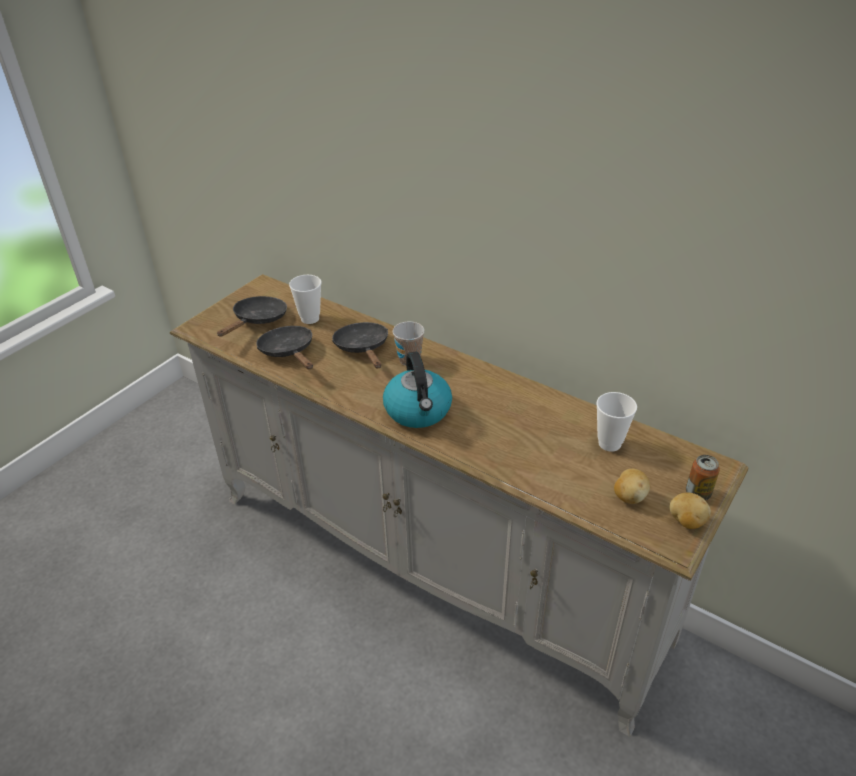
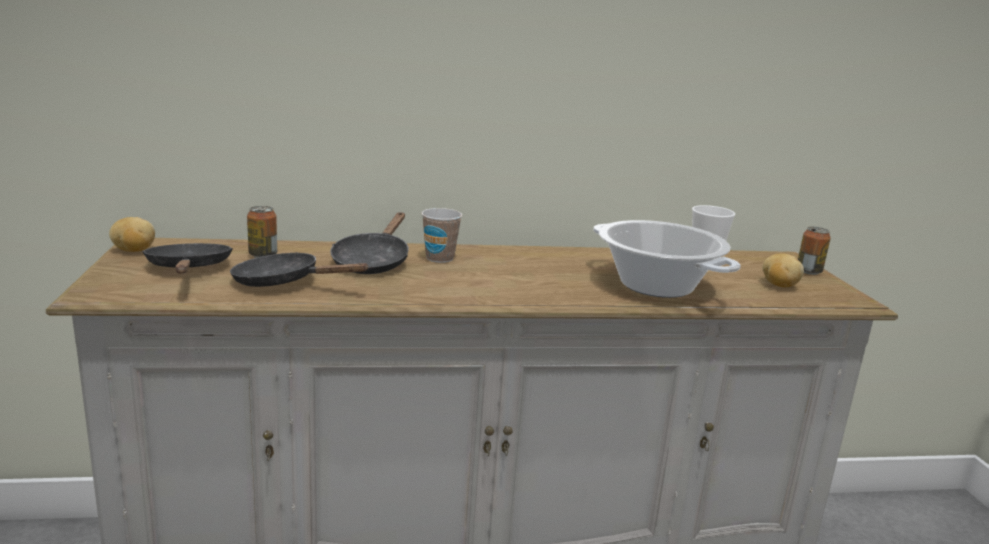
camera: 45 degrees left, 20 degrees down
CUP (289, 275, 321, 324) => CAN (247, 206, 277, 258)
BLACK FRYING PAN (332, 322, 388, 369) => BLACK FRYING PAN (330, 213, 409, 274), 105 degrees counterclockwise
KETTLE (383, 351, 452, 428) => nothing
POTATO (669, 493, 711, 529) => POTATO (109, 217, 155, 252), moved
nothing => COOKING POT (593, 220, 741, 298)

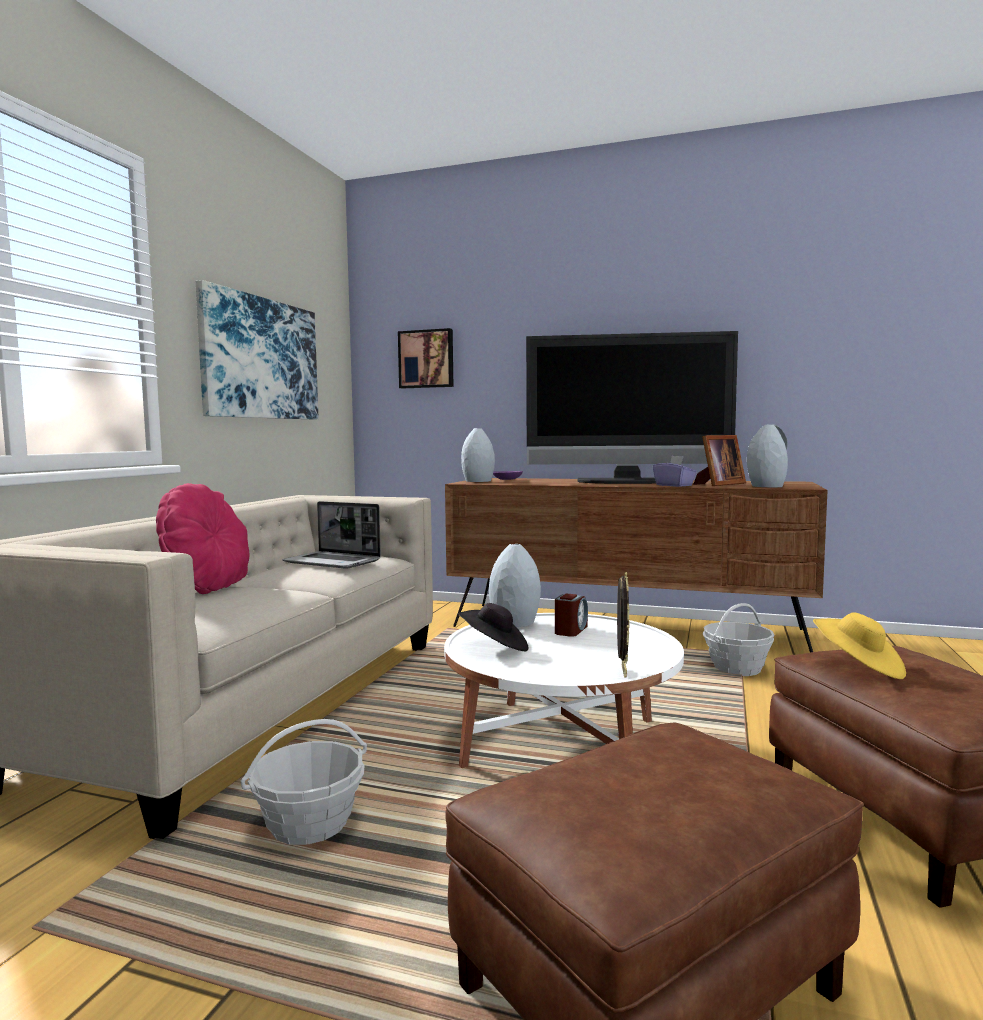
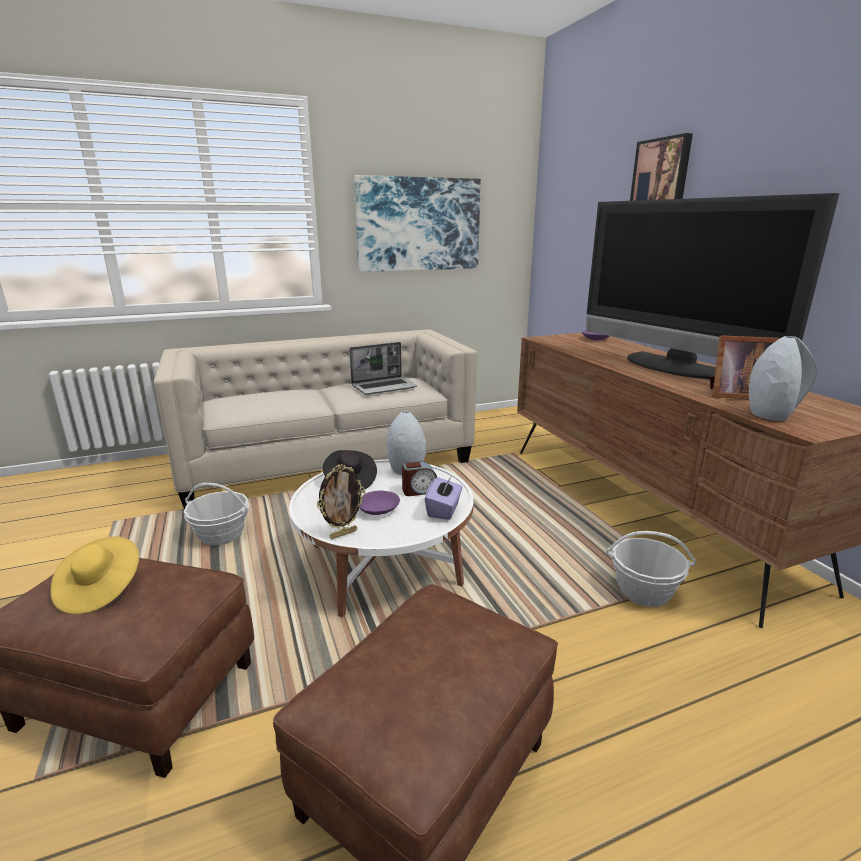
camera: 50 degrees right, 15 degrees up
PICTURE (398, 328, 453, 388) => PICTURE (630, 133, 693, 201), moved
GREY VASE (461, 428, 495, 482) => nothing
PURPLE TISSUE BOX (653, 456, 697, 487) => PURPLE TISSUE BOX (425, 476, 463, 520), moved
PINK PILLOW (156, 483, 249, 594) => nothing
LAPTOP (283, 501, 381, 569) => LAPTOP (349, 342, 417, 395), 105 degrees counterclockwise
YELLOW HAT (813, 612, 906, 679) => YELLOW HAT (51, 536, 139, 614), moved
nothing => PURPLE BOWL (359, 491, 400, 515)

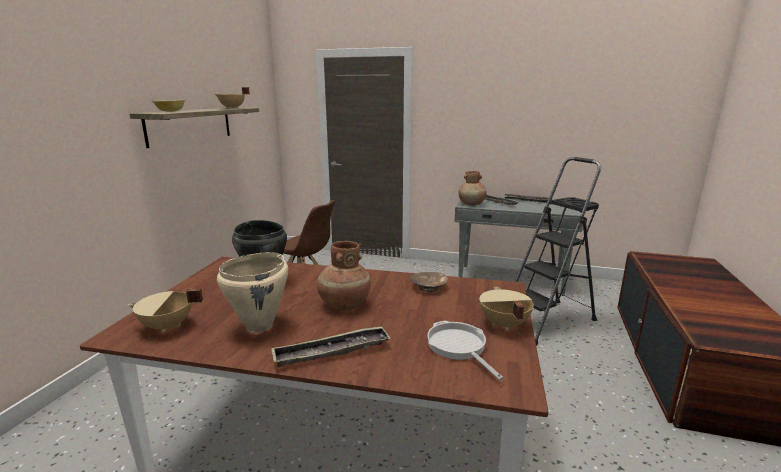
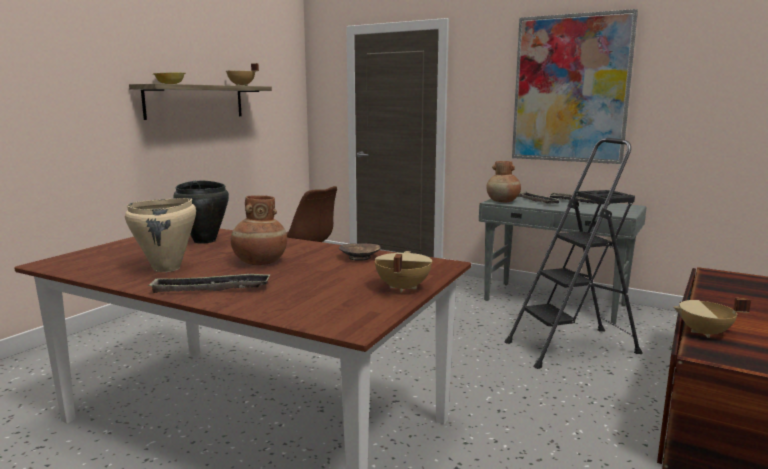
camera: 15 degrees right, 5 degrees down
BEIGE COOKING POT (128, 288, 203, 333) => BEIGE COOKING POT (673, 298, 751, 338), moved
FRYING PAN (427, 321, 503, 380) => nothing
nothing => PICTURE (512, 9, 638, 164)

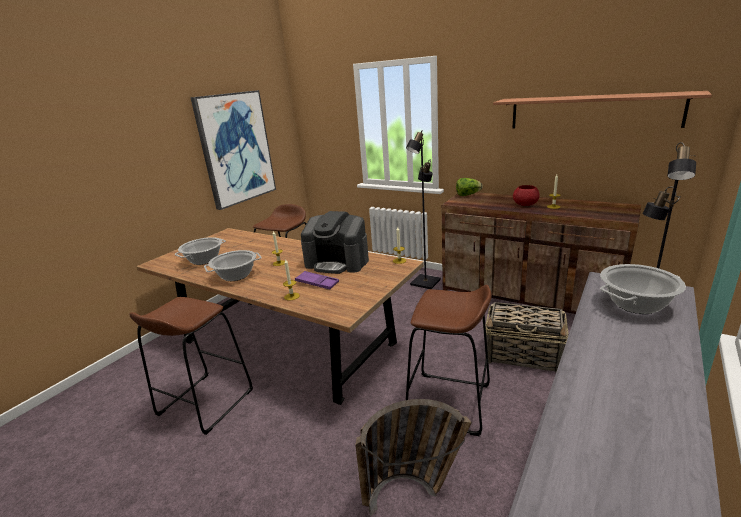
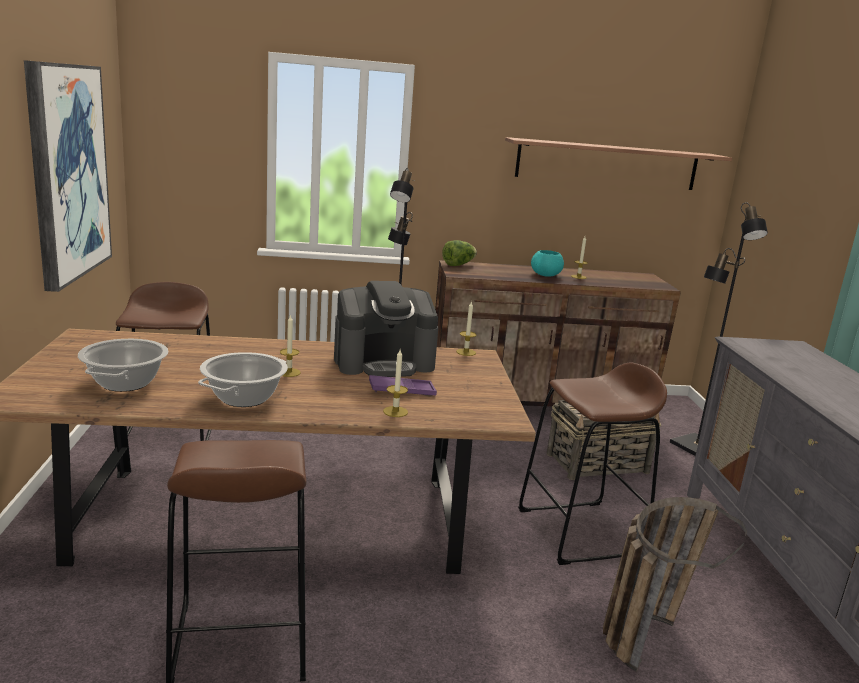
camera: 40 degrees left, 5 degrees down
RED BOWL (513, 185, 540, 206) => TURQUOISE BOWL (531, 250, 564, 277)
COOKING POT (600, 264, 686, 314) => nothing

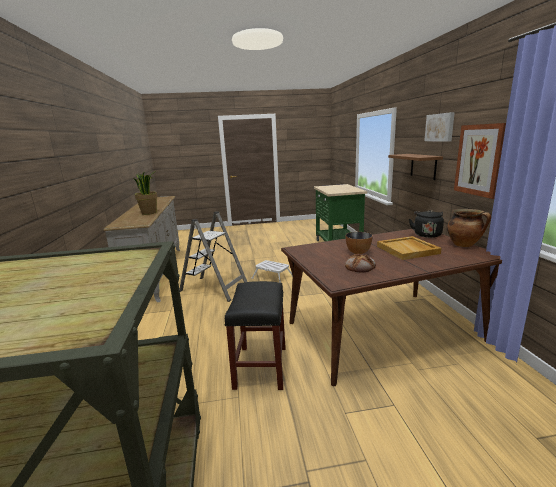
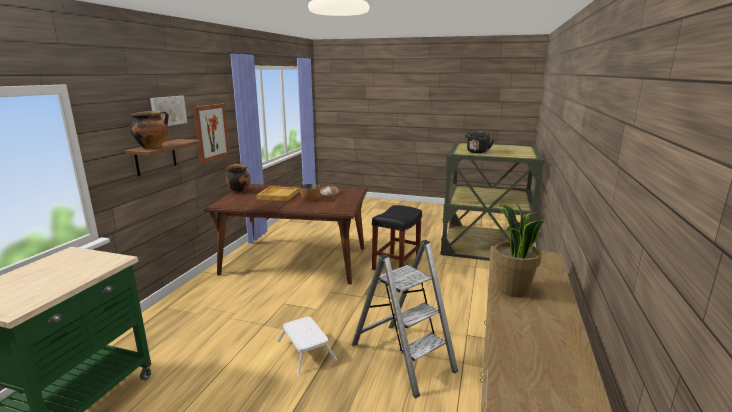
camera: 155 degrees left, 0 degrees up
BLACK KETTLE (409, 210, 444, 238) => BLACK KETTLE (465, 131, 494, 153), moved
nothing => COOKING POT (130, 110, 169, 149)

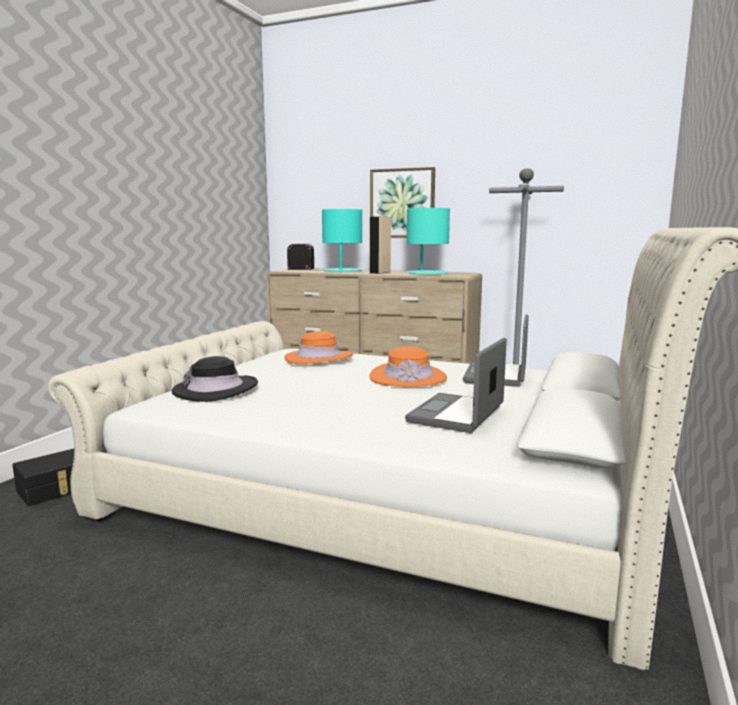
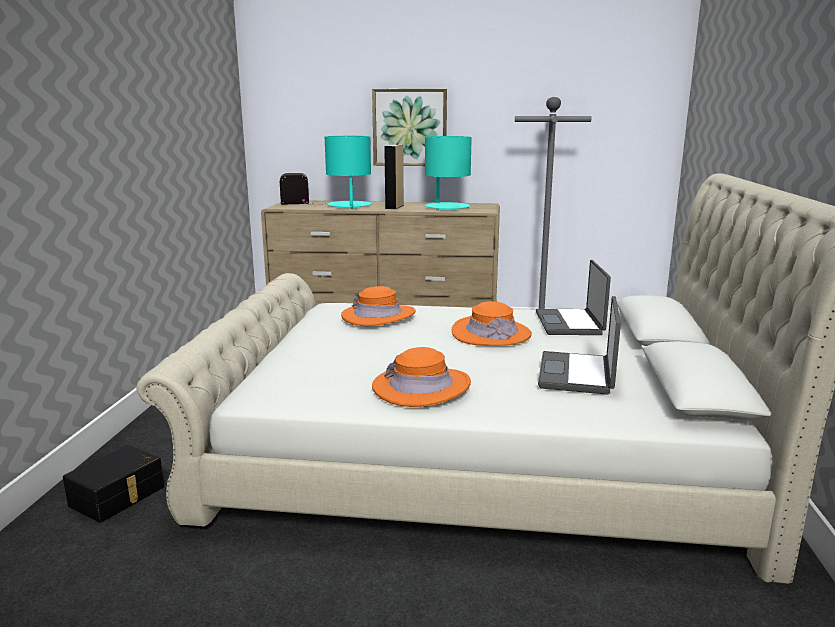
camera: 15 degrees left, 5 degrees up
BLACK HAT (172, 356, 258, 402) => nothing
nothing => ORANGE HAT (372, 347, 471, 407)

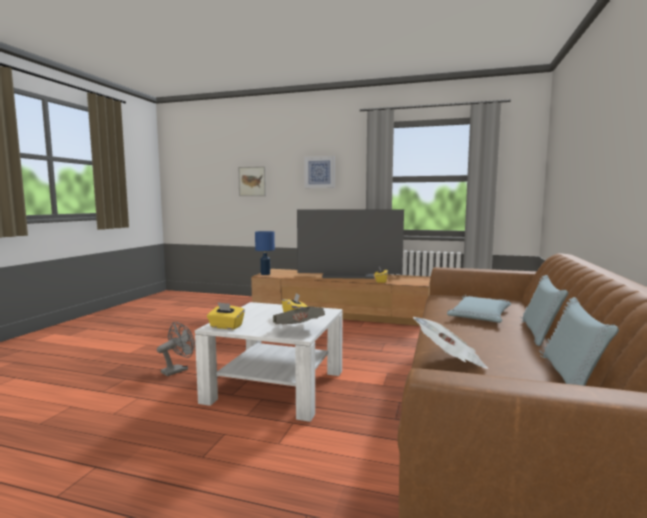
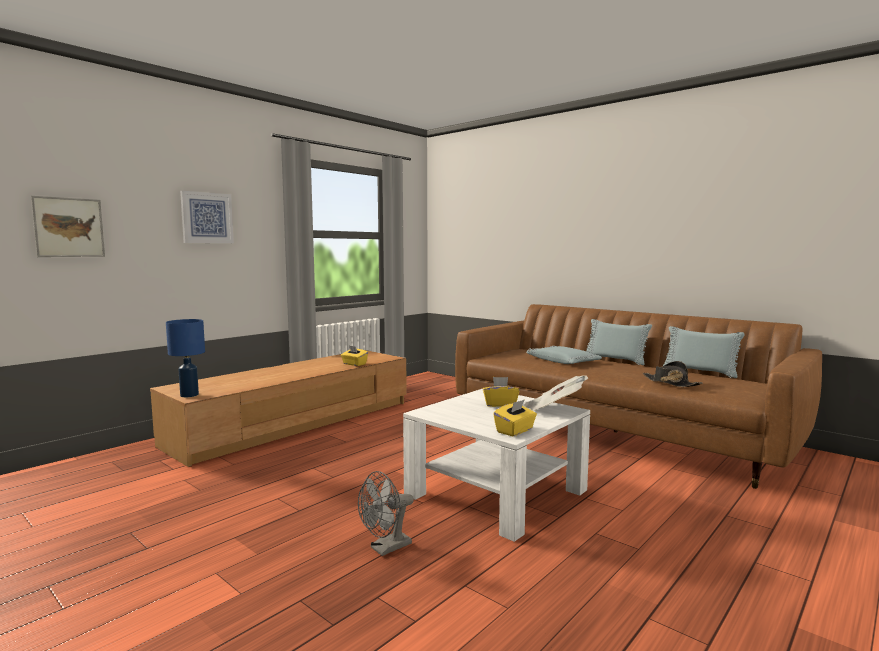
camera: 65 degrees left, 0 degrees up
TELEVISION (297, 209, 404, 279) => nothing
NEWSPAPER (413, 317, 489, 369) => BLACK HAT (643, 361, 703, 387)
GREY FAN (157, 322, 195, 376) => GREY FAN (358, 471, 414, 556), 105 degrees counterclockwise

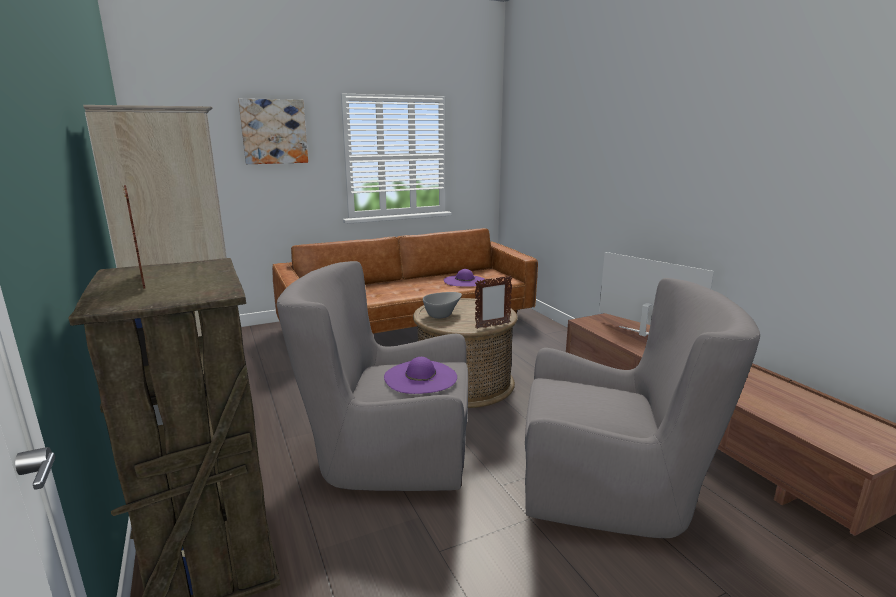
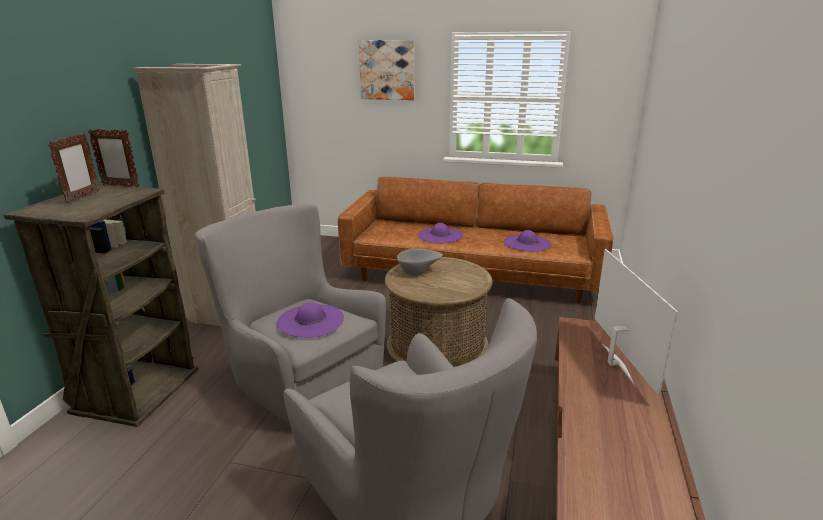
camera: 40 degrees right, 5 degrees up
PICTURE FRAME (475, 275, 512, 329) => PICTURE FRAME (88, 129, 140, 188), moved
nothing => PURPLE HAT (418, 223, 463, 243)

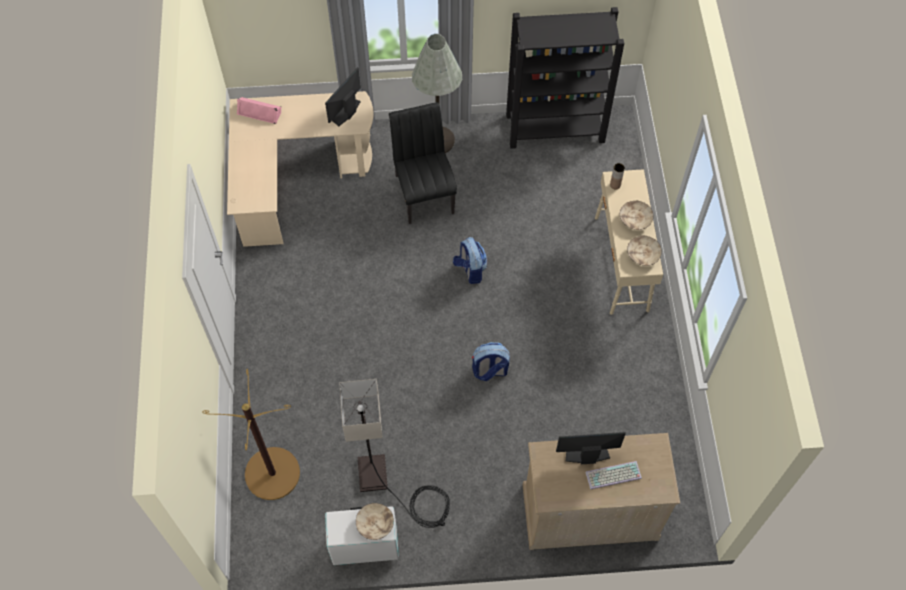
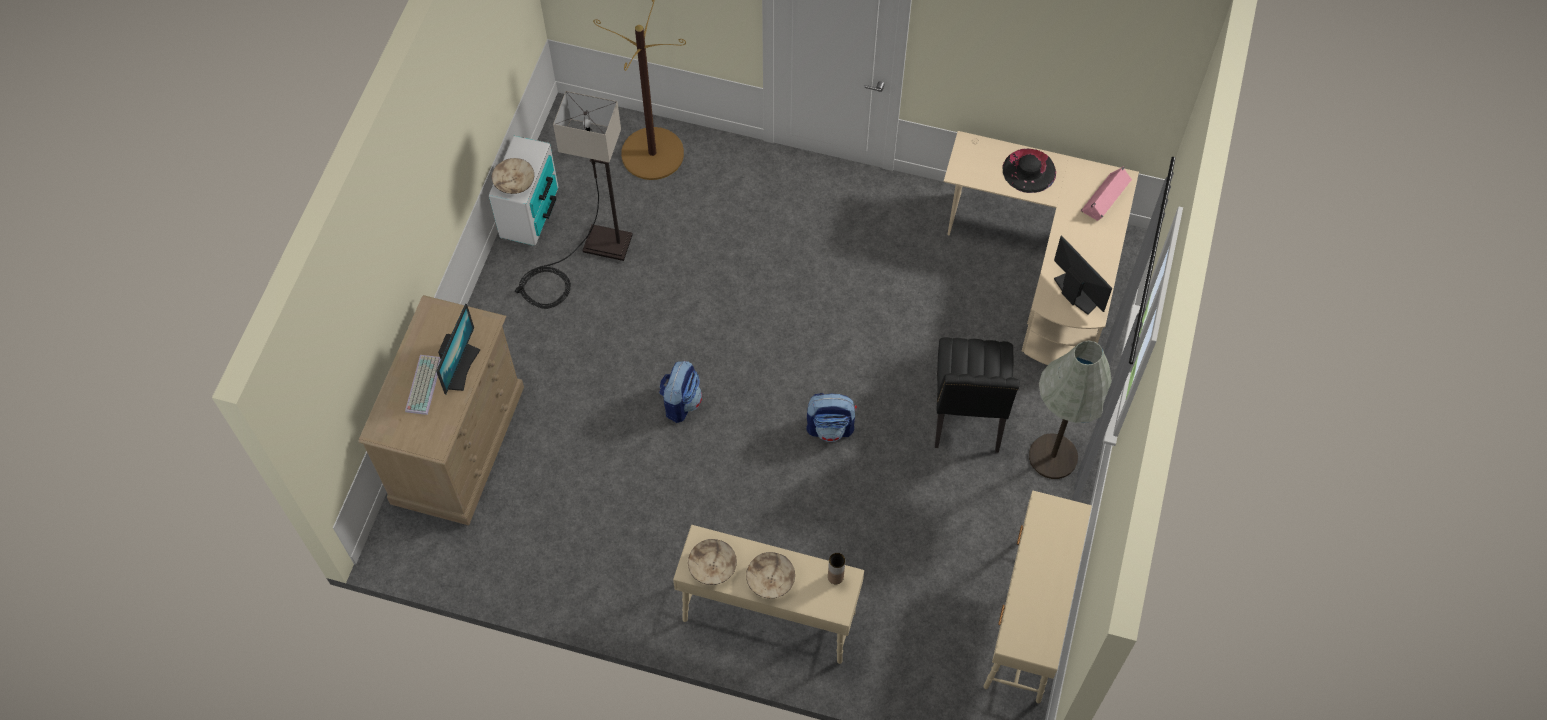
camera: 110 degrees right, 0 degrees up
BLACK BOOKCASE (506, 7, 624, 149) => BEIGE CONSOLE TABLE (983, 490, 1092, 703)
BLACK CHAIR (389, 102, 457, 224) => BLACK CHAIR (935, 337, 1020, 453), 90 degrees clockwise
nothing => BLACK HAT (1002, 149, 1056, 193)

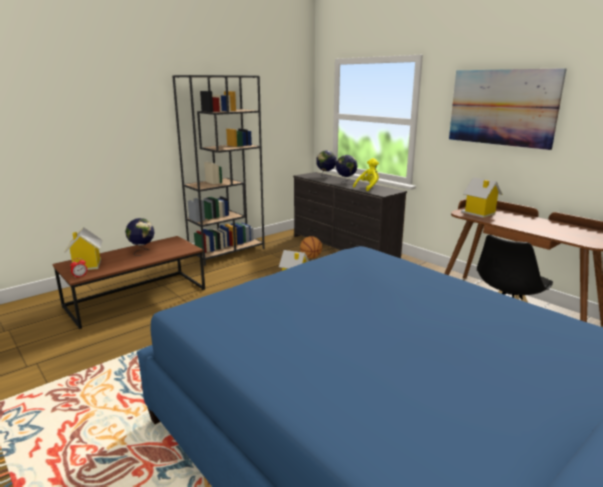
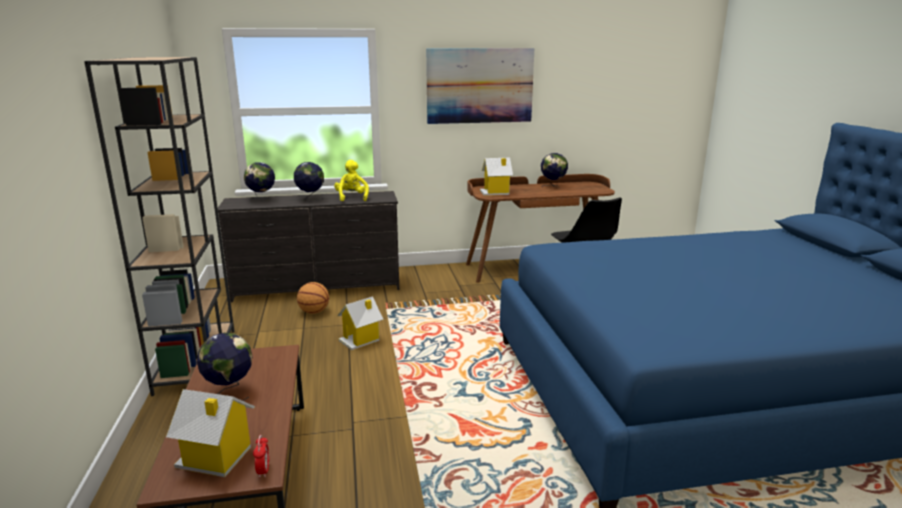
camera: 60 degrees left, 0 degrees up
nothing => GLOBE (541, 153, 568, 187)

